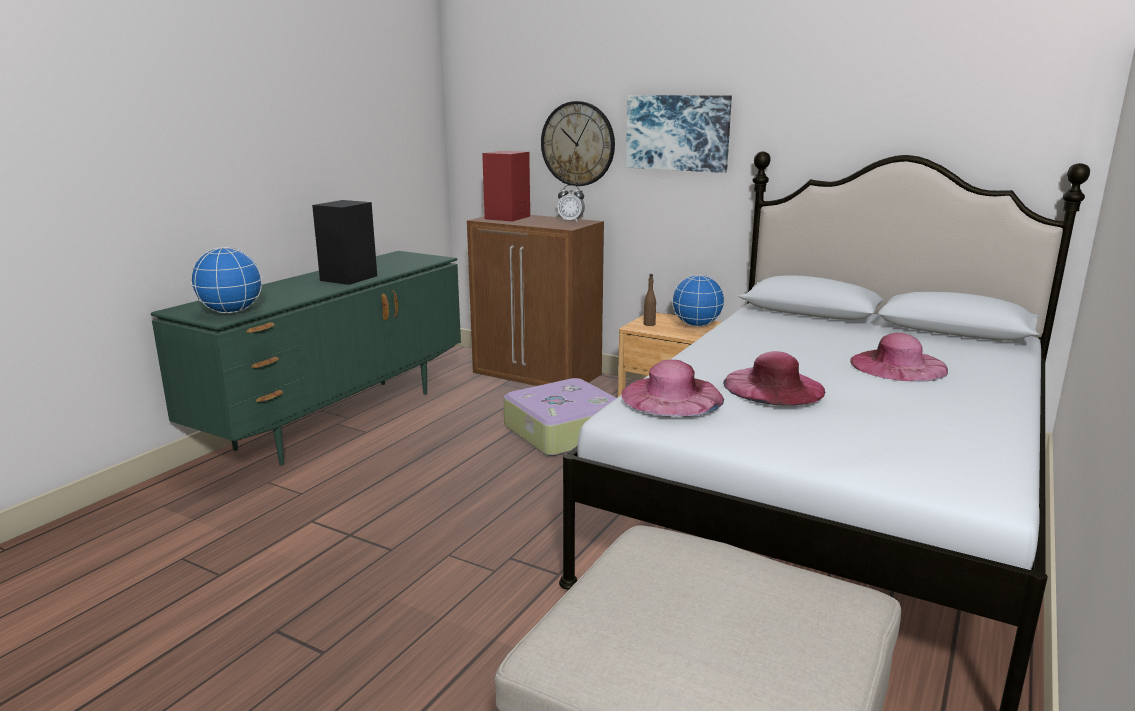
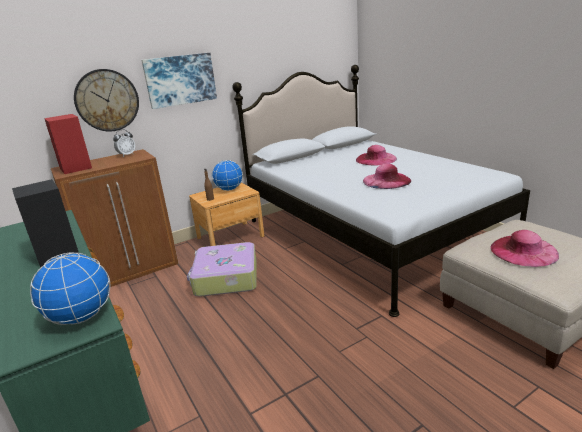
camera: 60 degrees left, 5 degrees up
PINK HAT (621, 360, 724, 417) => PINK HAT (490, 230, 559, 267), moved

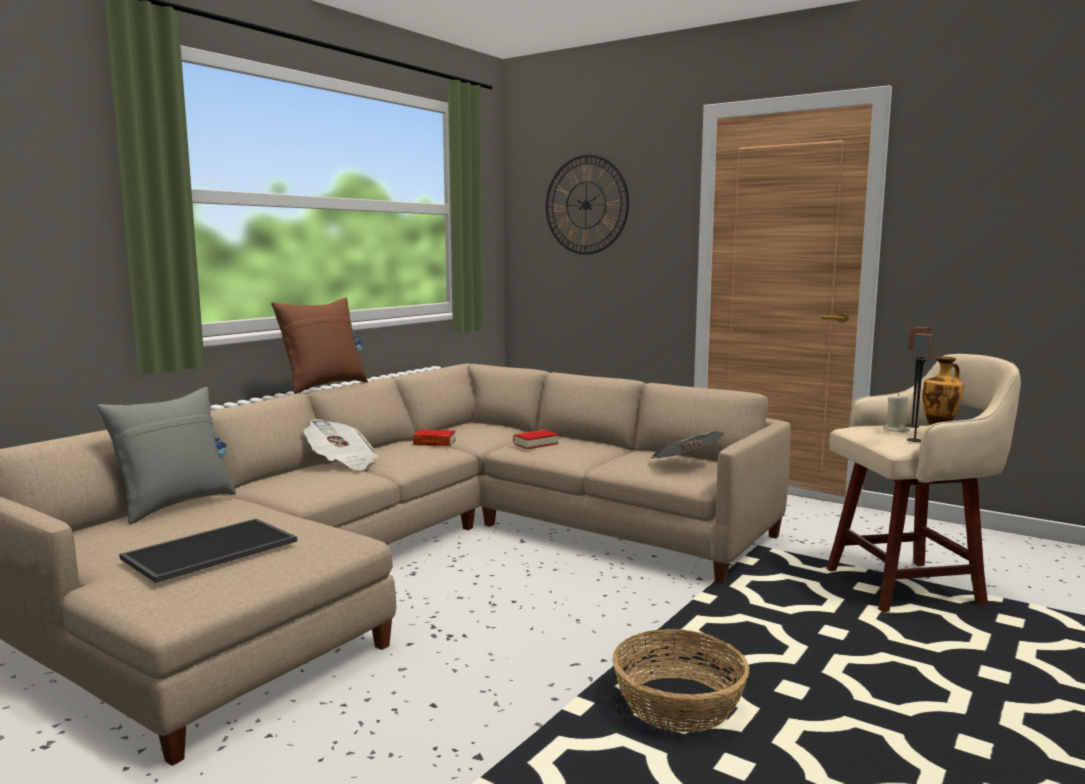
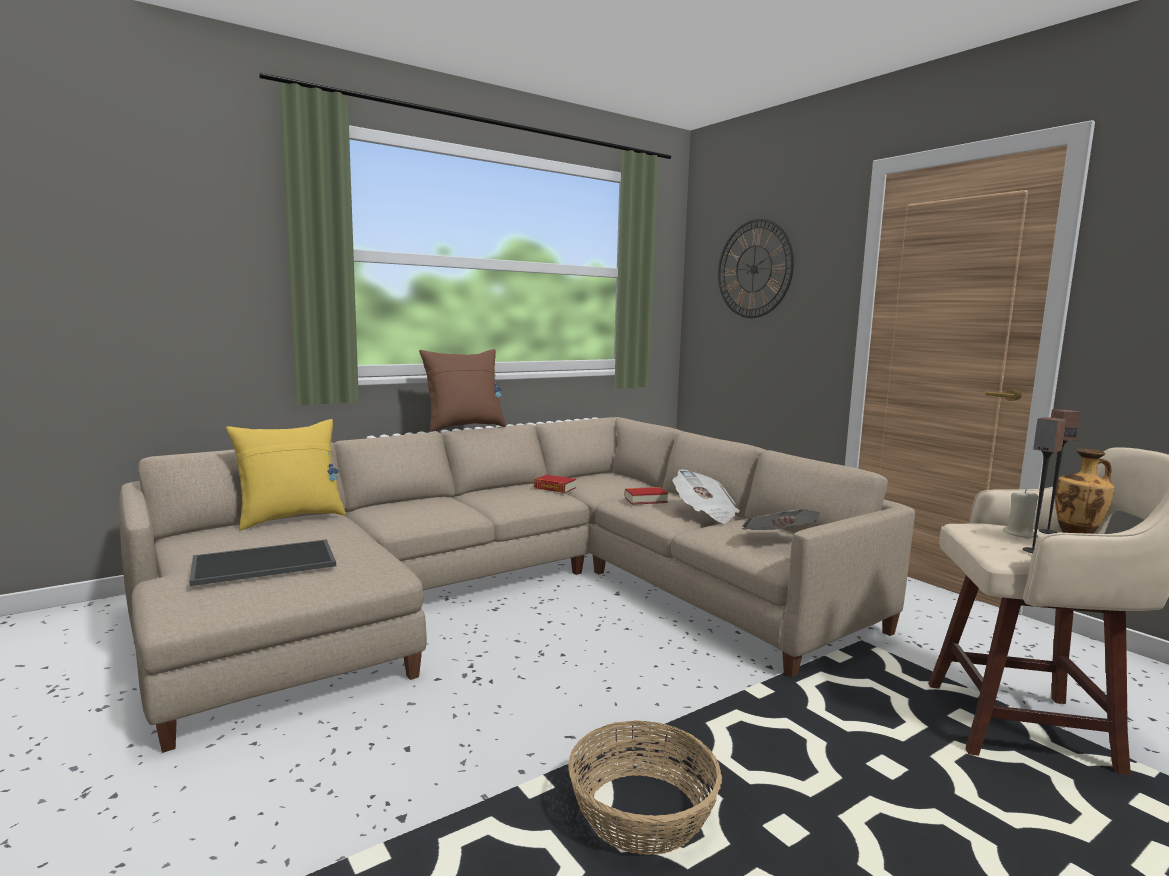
camera: 20 degrees right, 0 degrees up
GREY PILLOW (97, 387, 236, 524) => YELLOW PILLOW (226, 419, 346, 530)
NEWSPAPER (303, 419, 378, 470) => NEWSPAPER (673, 469, 740, 524), moved

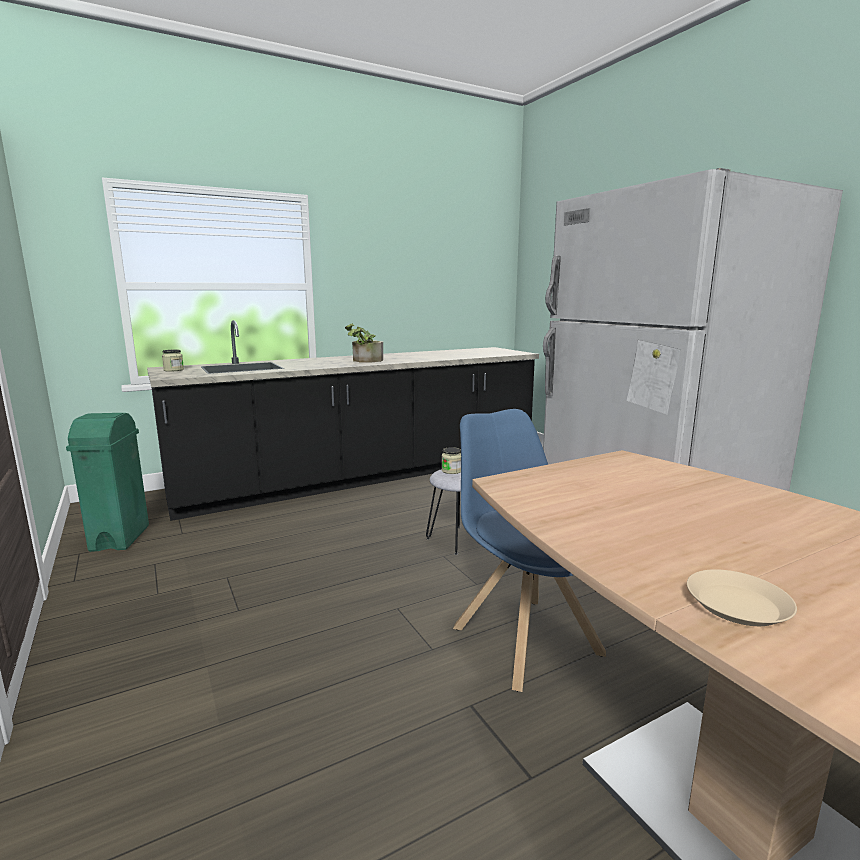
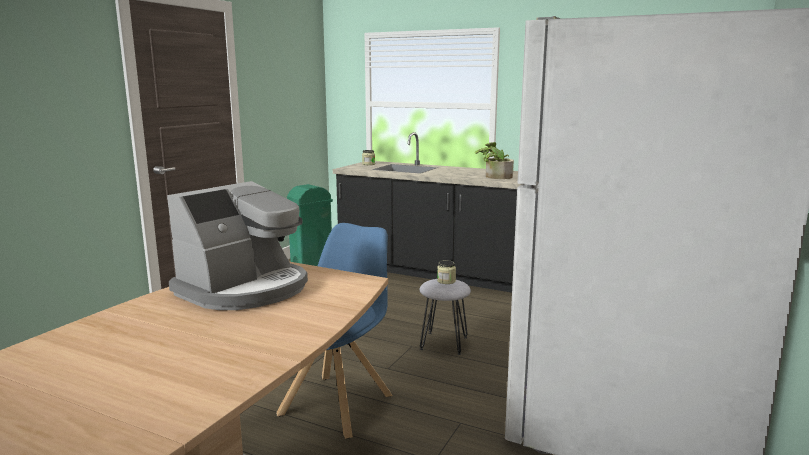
camera: 55 degrees right, 0 degrees up
BEIGE PLATE (687, 569, 797, 626) => nothing
nothing => COFFEE MACHINE (167, 181, 308, 310)

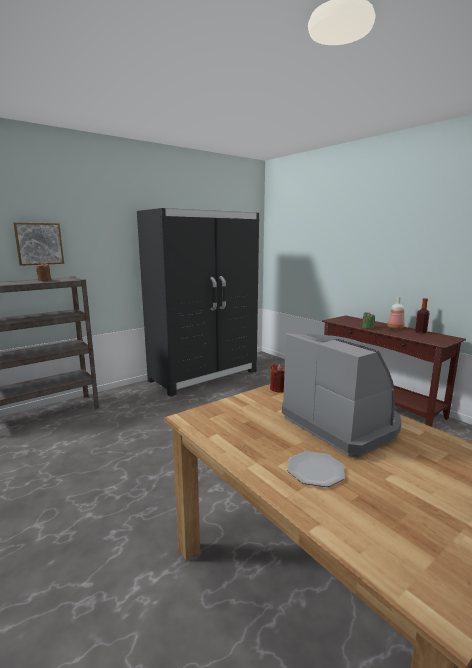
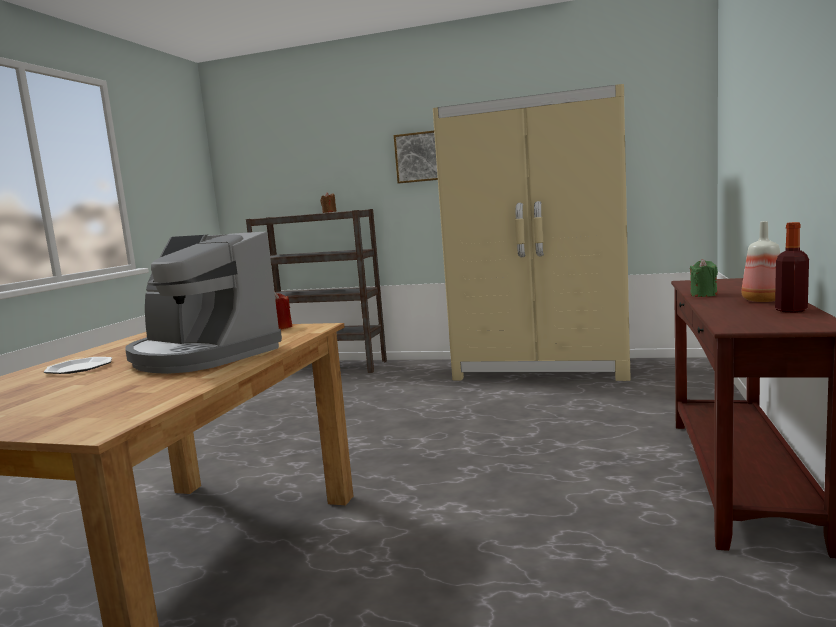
camera: 55 degrees right, 5 degrees down
BLACK CABINET (137, 208, 259, 397) => BEIGE CABINET (433, 84, 631, 381)
PICTURE (13, 223, 64, 266) => PICTURE (394, 131, 438, 183), moved
COFFEE MACHINE (282, 333, 402, 458) => COFFEE MACHINE (125, 232, 282, 374), 105 degrees clockwise

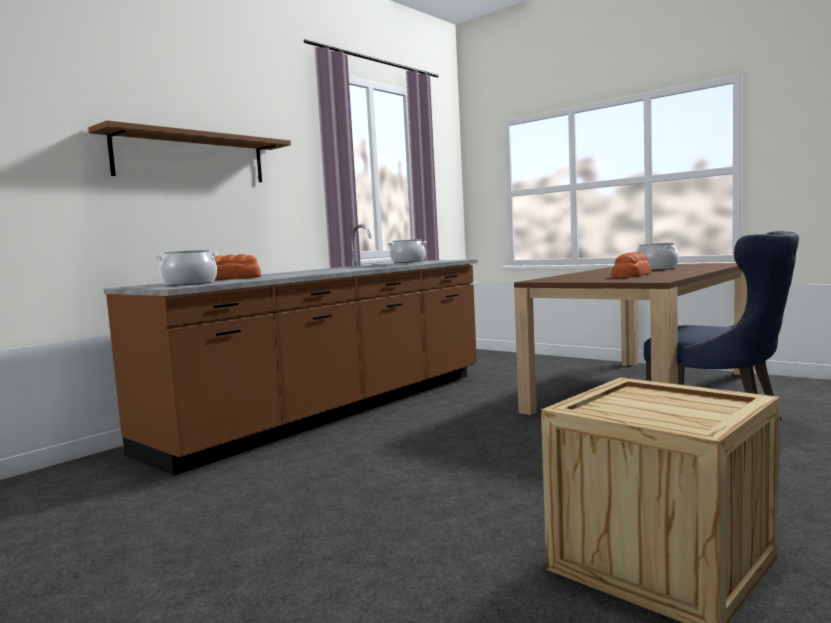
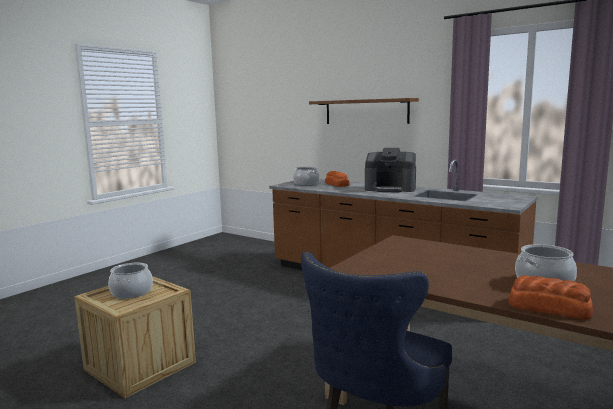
camera: 85 degrees right, 5 degrees up
COOKING POT (388, 239, 427, 263) => COOKING POT (108, 263, 153, 299), moved
BREAD (611, 252, 651, 277) => BREAD (509, 275, 593, 320), moved
nothing => COFFEE MACHINE (365, 148, 416, 192)

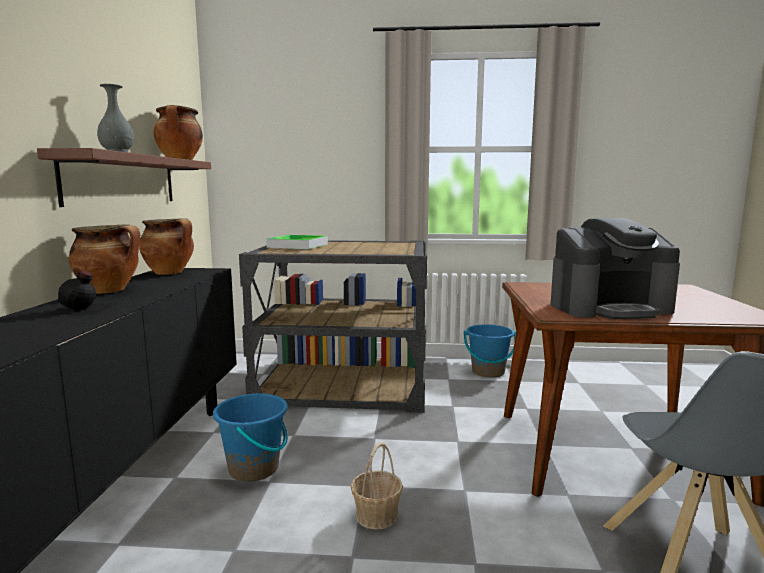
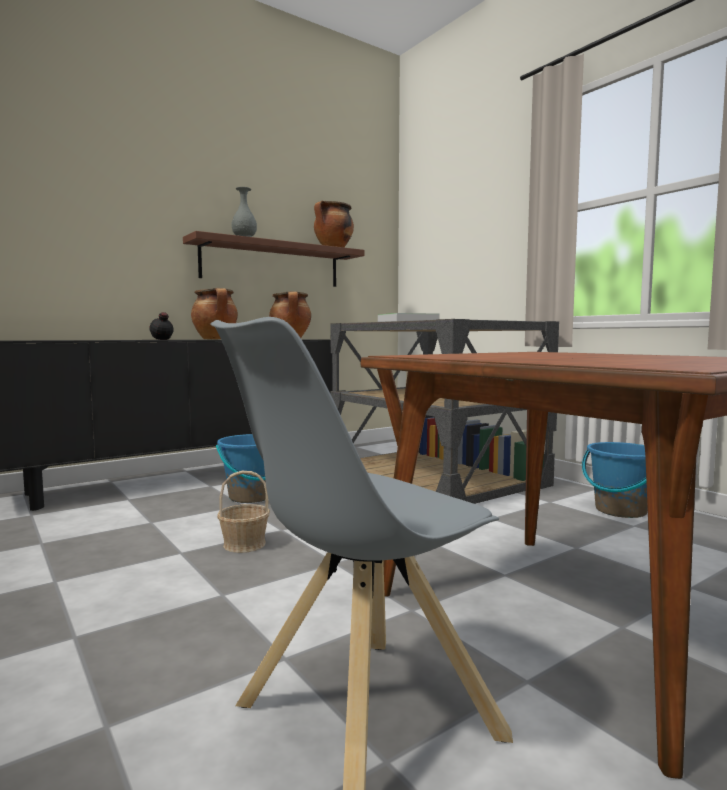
camera: 50 degrees right, 5 degrees down
COFFEE MACHINE (551, 218, 680, 319) => nothing

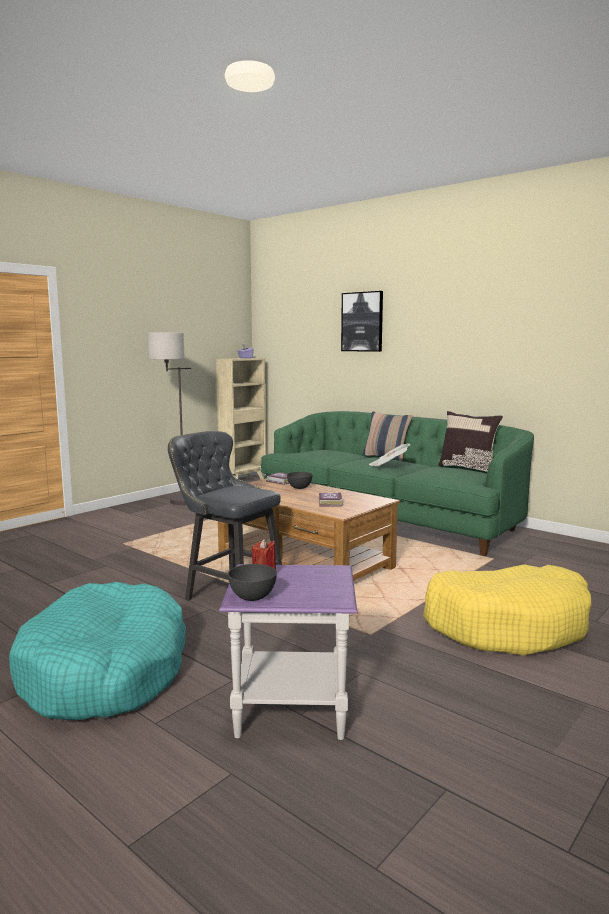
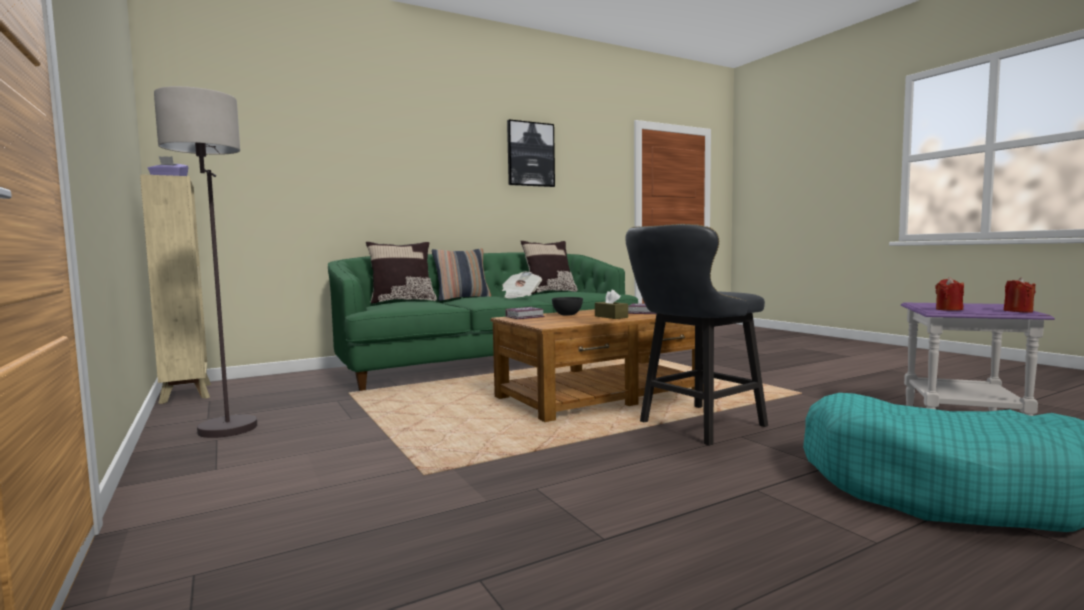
camera: 70 degrees left, 5 degrees down
PICTURE (341, 291, 383, 352) => PICTURE (507, 119, 555, 187), moved
GREY BOWL (228, 564, 277, 601) => RED CANDLE (1004, 277, 1036, 313)
YELLOW DOG BED (423, 565, 591, 656) => nothing
nothing => PILLOW (366, 242, 437, 304)
nothing => BROWN TISSUE BOX (595, 290, 628, 319)

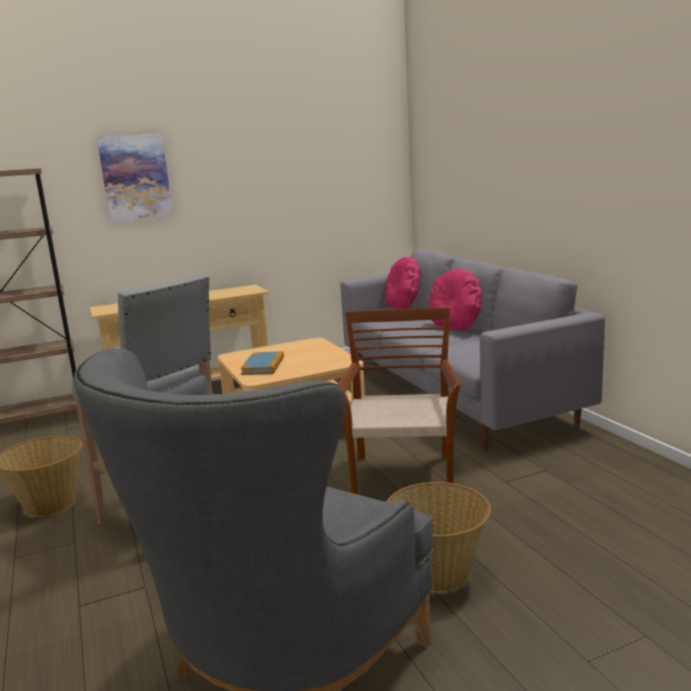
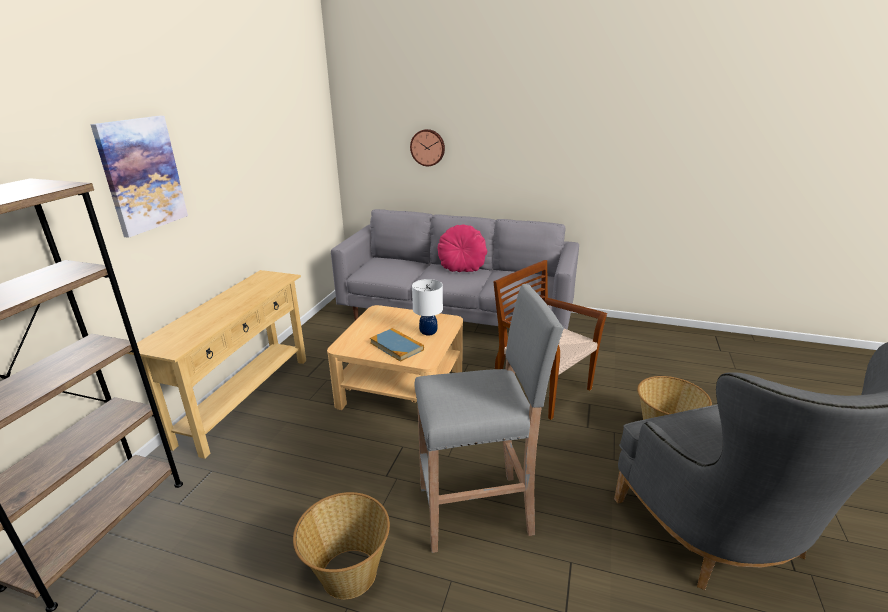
camera: 50 degrees left, 10 degrees up
PINK PILLOW (385, 257, 421, 310) => nothing
nothing => WALL CLOCK (410, 129, 445, 166)
nothing => WHITE TABLE LAMP (412, 279, 443, 336)

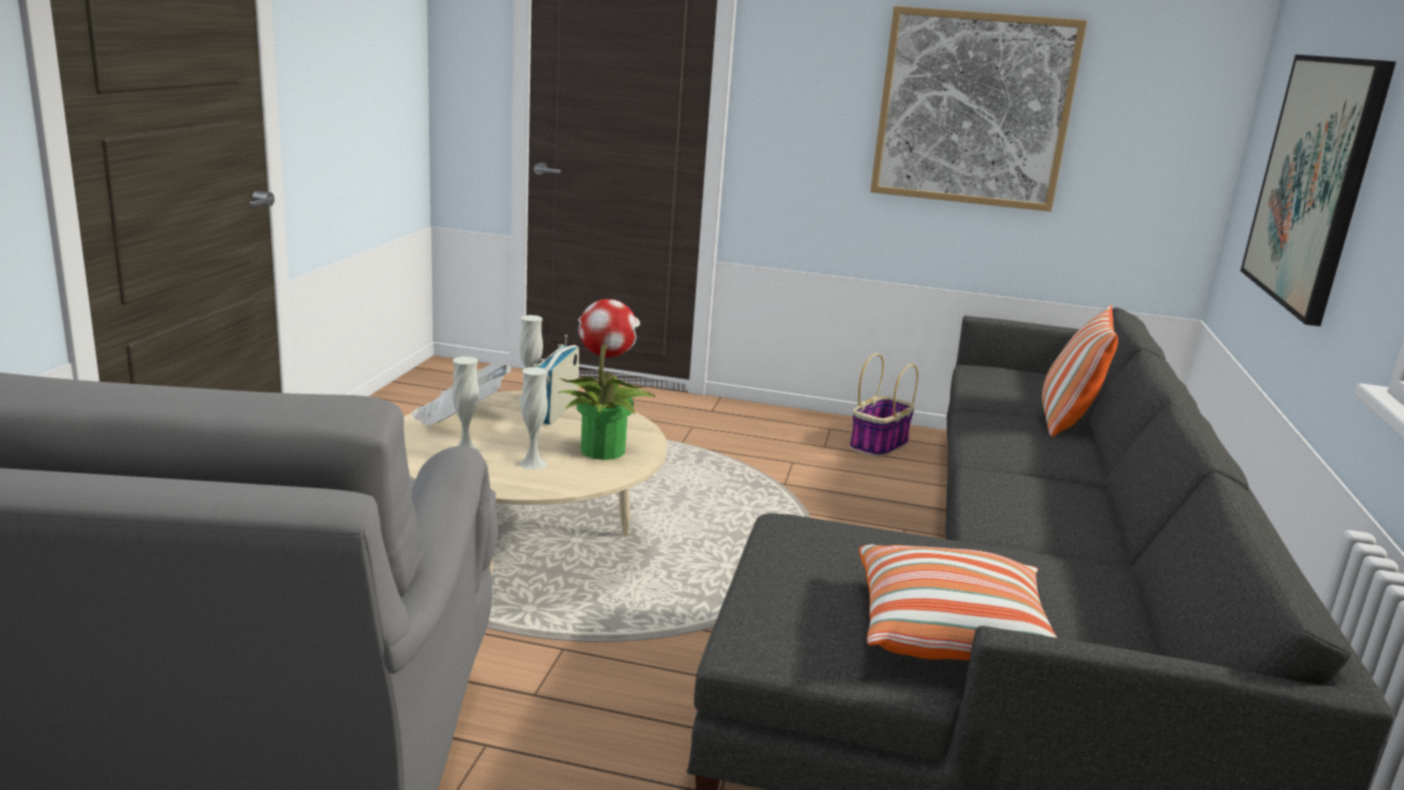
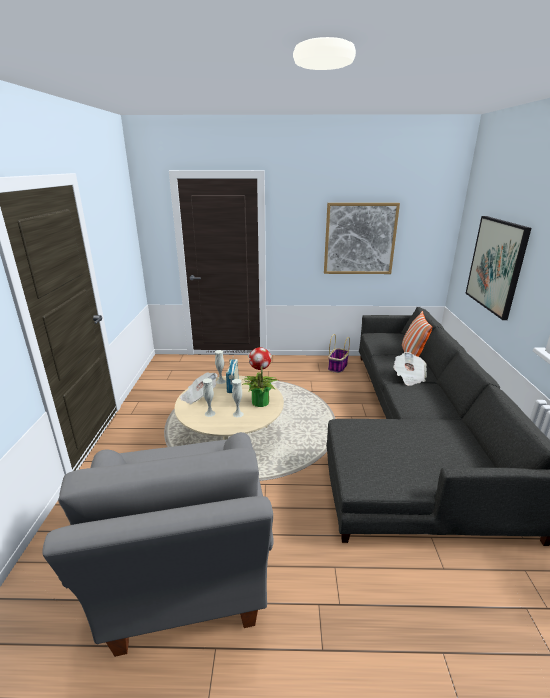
camera: 10 degrees left, 5 degrees up
PILLOW (859, 544, 1057, 660) => nothing
nothing => NEWSPAPER (393, 352, 427, 386)

